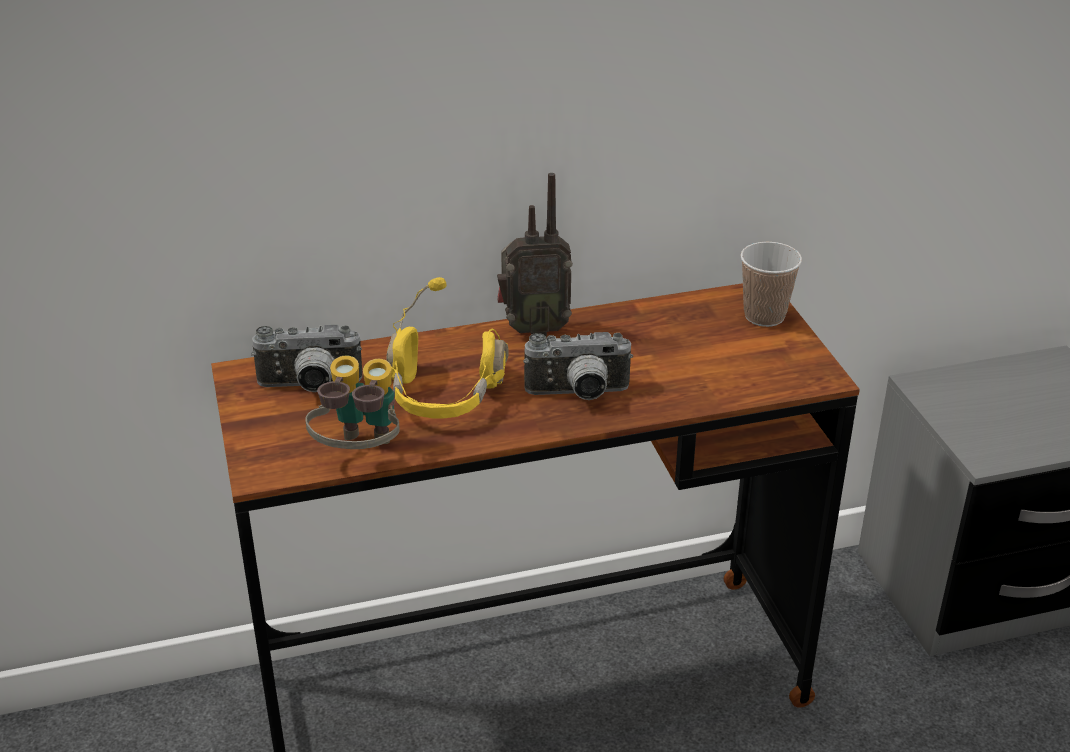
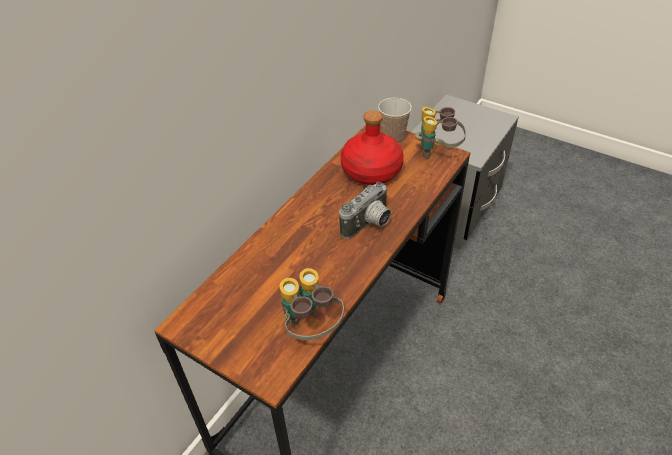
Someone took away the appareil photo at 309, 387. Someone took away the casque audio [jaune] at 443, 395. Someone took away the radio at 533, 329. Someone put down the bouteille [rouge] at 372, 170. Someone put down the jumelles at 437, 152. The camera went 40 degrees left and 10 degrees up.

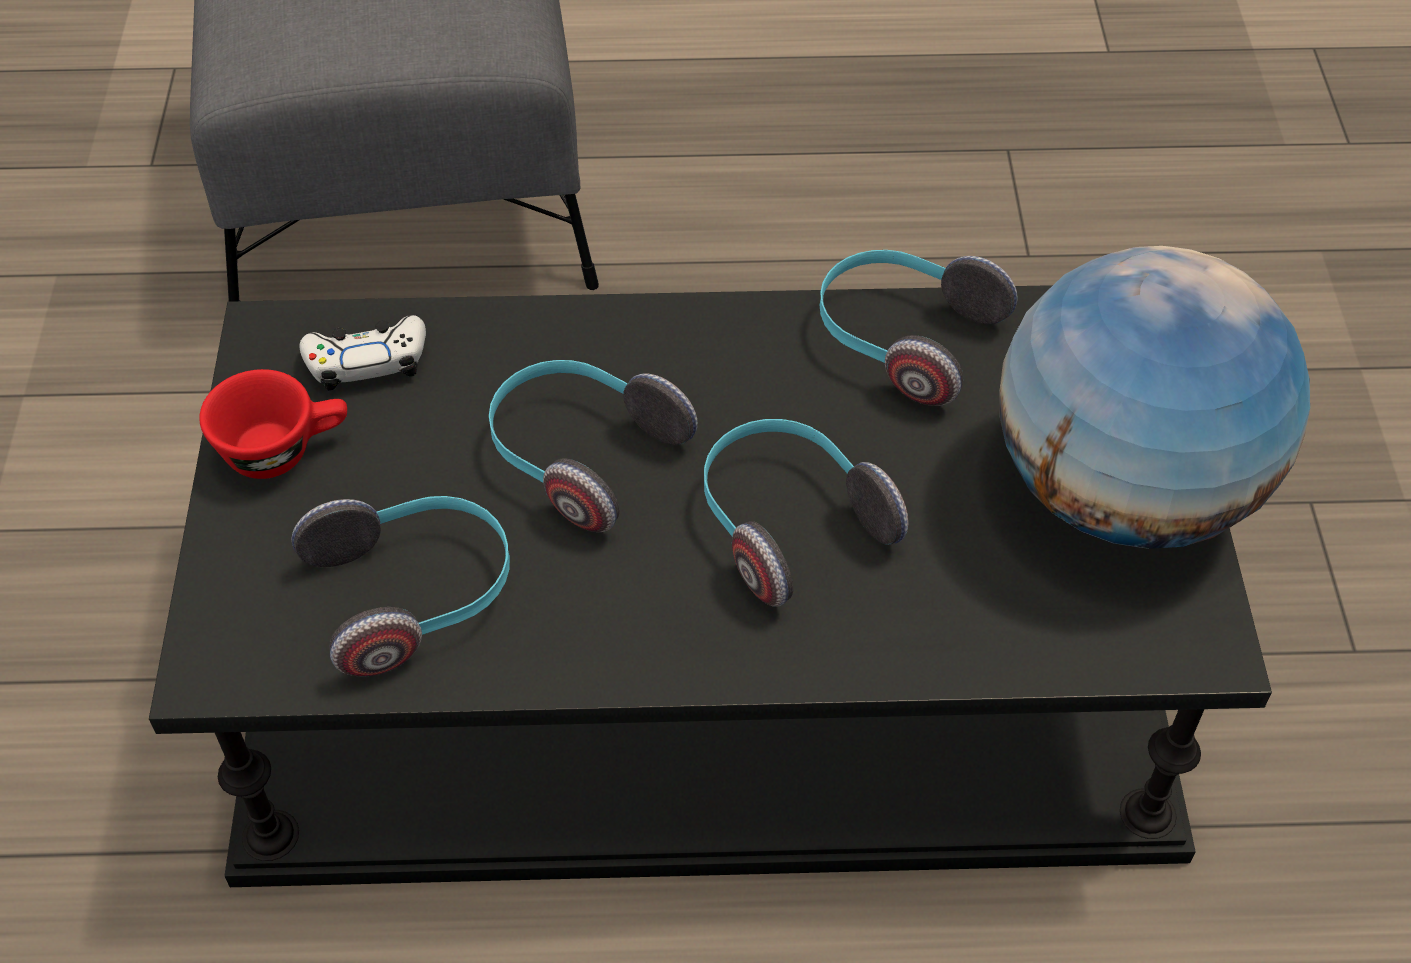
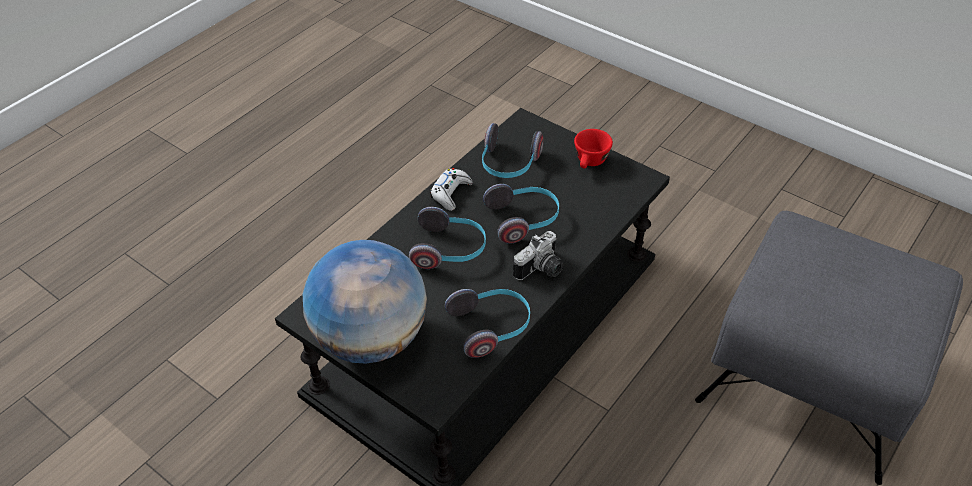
Someone carried the manette [blanc] from 367, 361 to 450, 193. Someone put down the appareil photo at 542, 270. The camera went 130 degrees right and 5 degrees down.

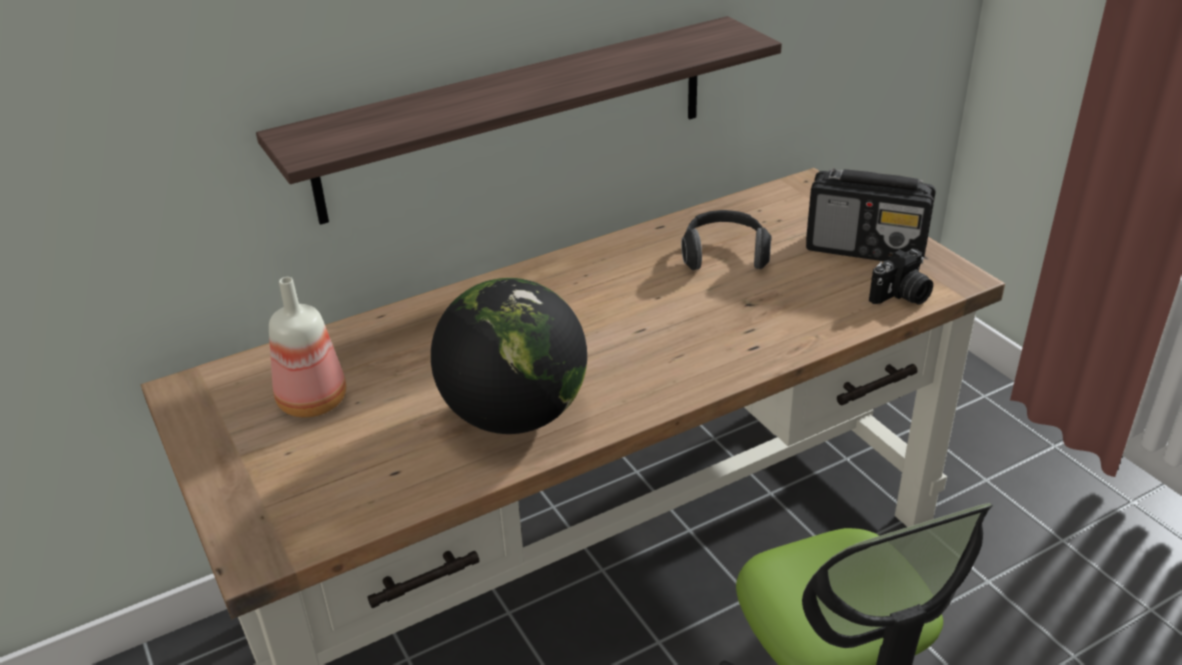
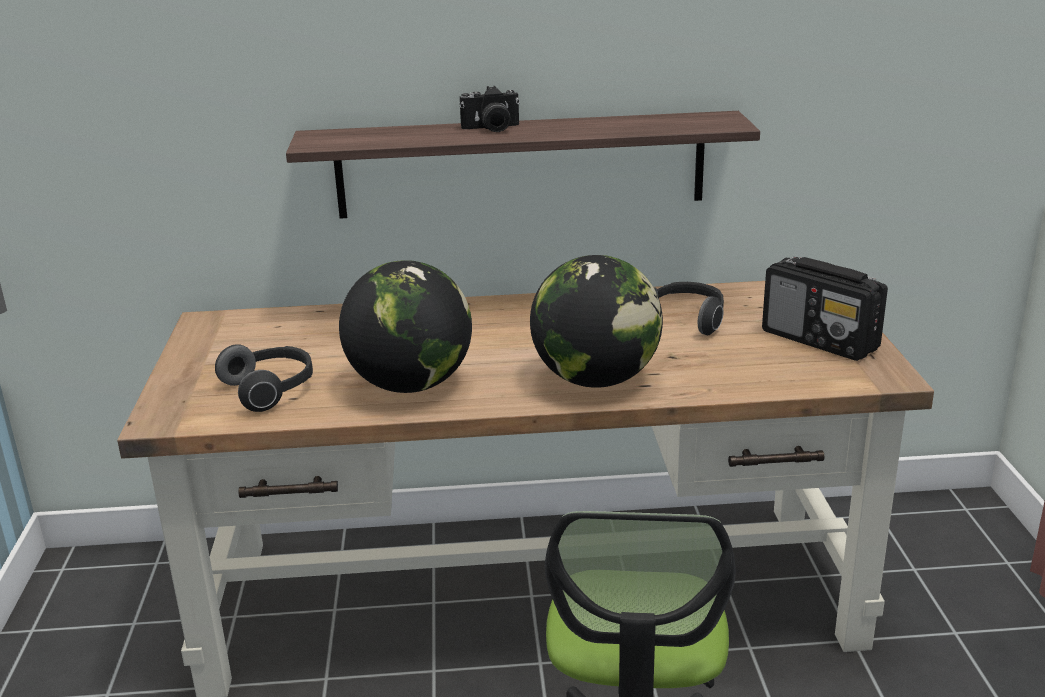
Someone took away the bouteille at 314, 403. Someone carried the appareil photo from 901, 296 to 491, 129. Someone put down the casque audio at 271, 390. Someone put down the globe at 596, 380. The camera went 25 degrees right and 10 degrees down.

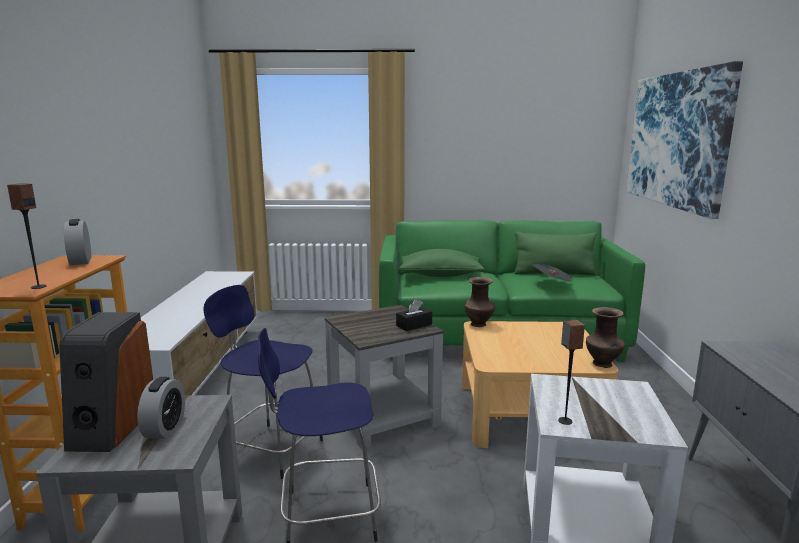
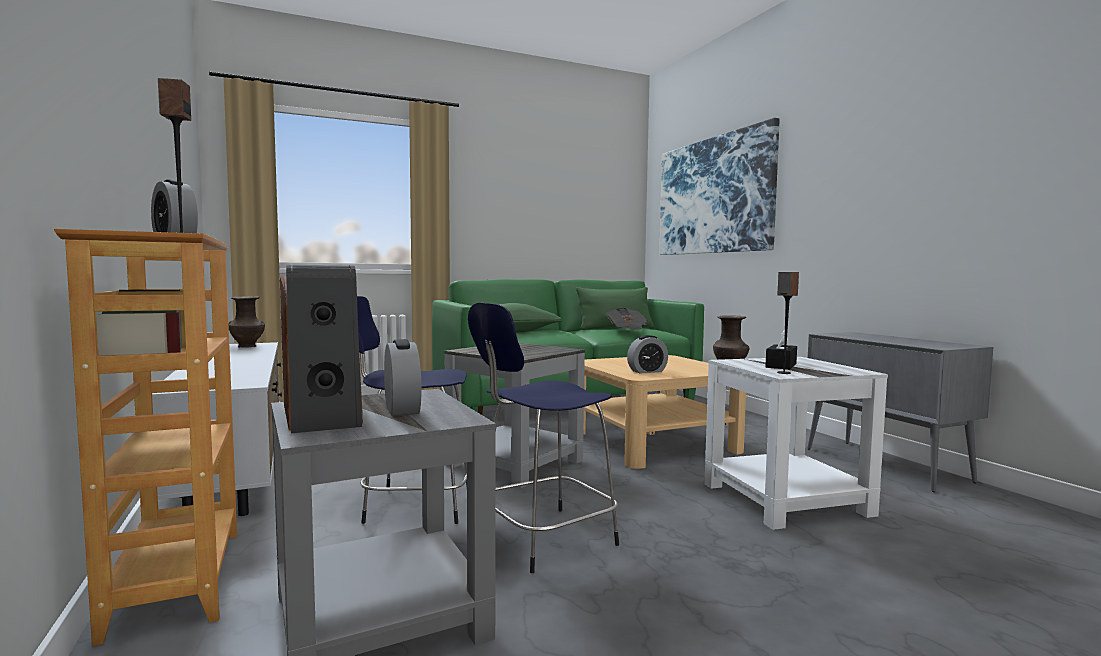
Someone carried the boîte à mouchoirs [noir] from 414, 325 to 781, 365. Someone carried the vase [marron] from 479, 324 to 248, 346. Someone put down the réveil at 647, 371. The camera went 25 degrees left and 10 degrees down.

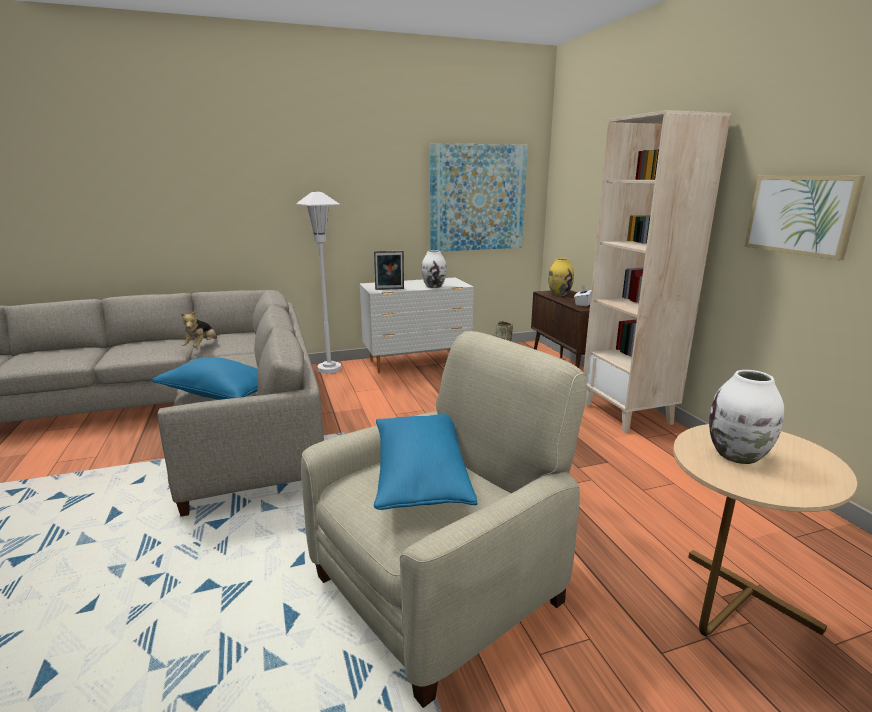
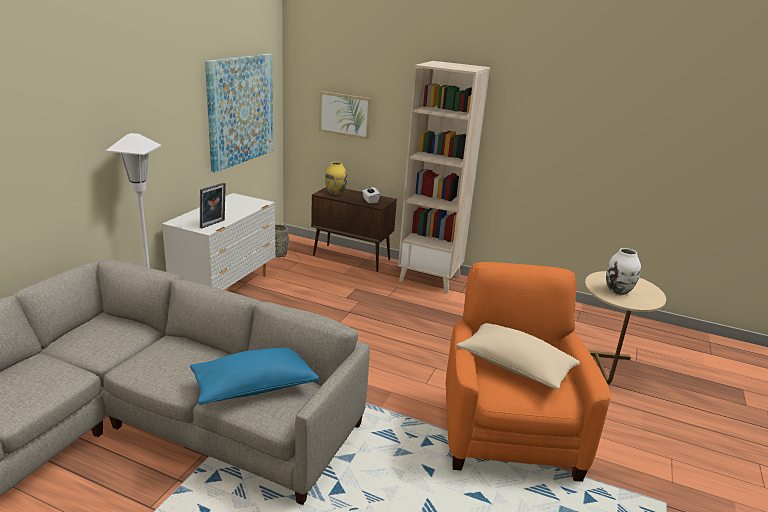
Someone took away the peluche at 202, 346. Someone repainted the fauteuil [beige] at 441, 588, which became the fauteuil [orange] at 509, 432. Someone repainted the coussin [bleu] at 420, 477, which became the coussin [beige] at 514, 367. Someone took away the vase [blanc] at 434, 286. Someone carried the tableau from 800, 215 to 345, 114. The camera went 50 degrees left and 5 degrees up.

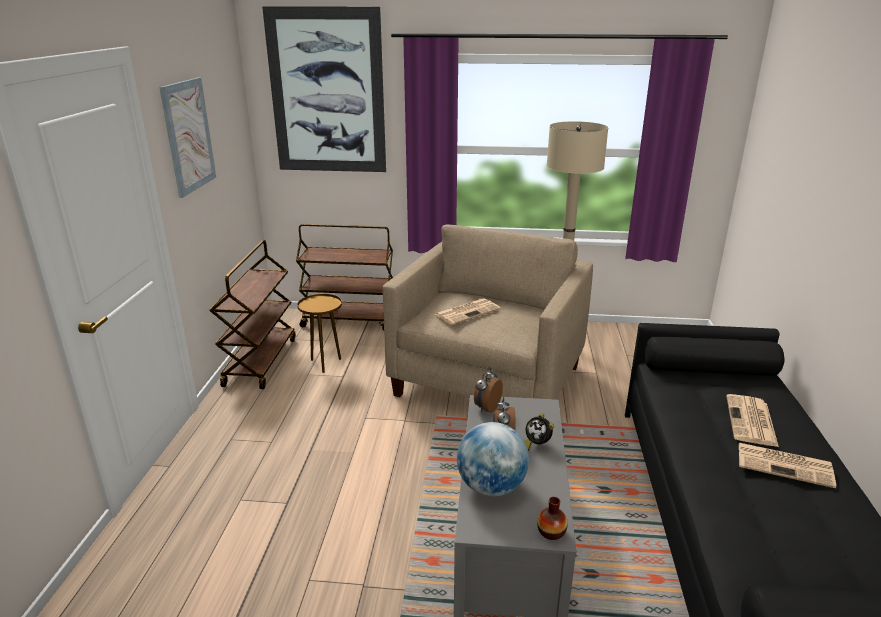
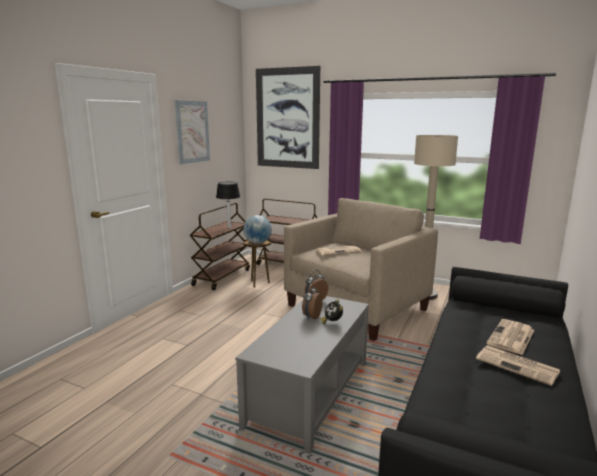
Someone carried the globe from 491, 487 to 257, 243. Someone took away the vase at 551, 532. Someone put down the lampe de table at 229, 227. The camera went 20 degrees right and 10 degrees down.

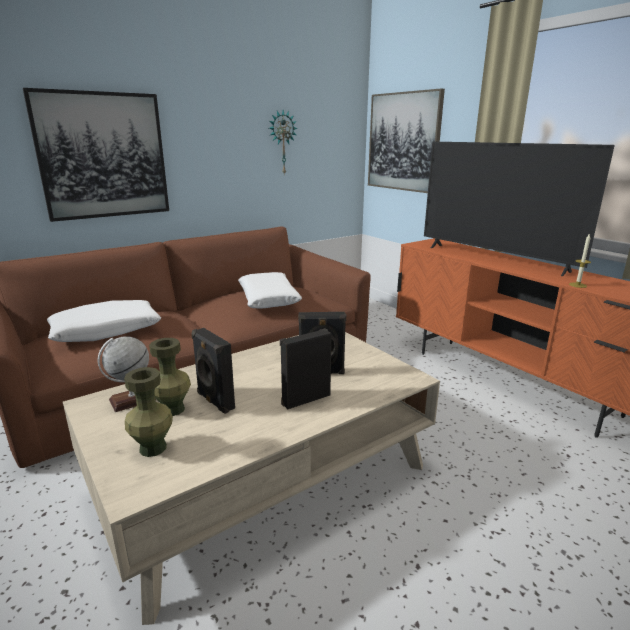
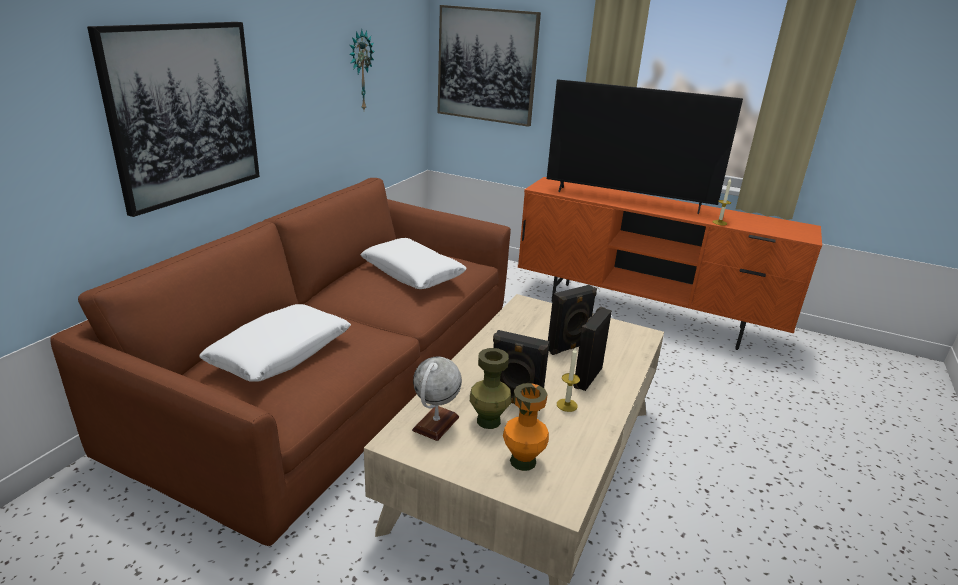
Someone repainted the vase [vert] at 152, 448, which became the vase [orange] at 522, 461. Someone put down the bougie at 567, 405. The camera went 30 degrees left and 5 degrees up.

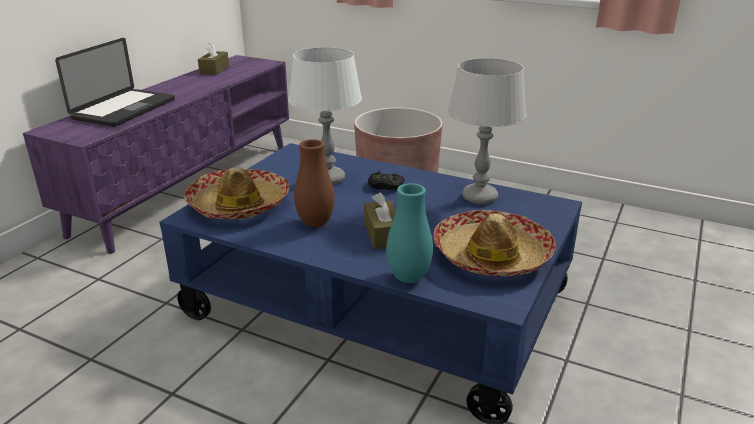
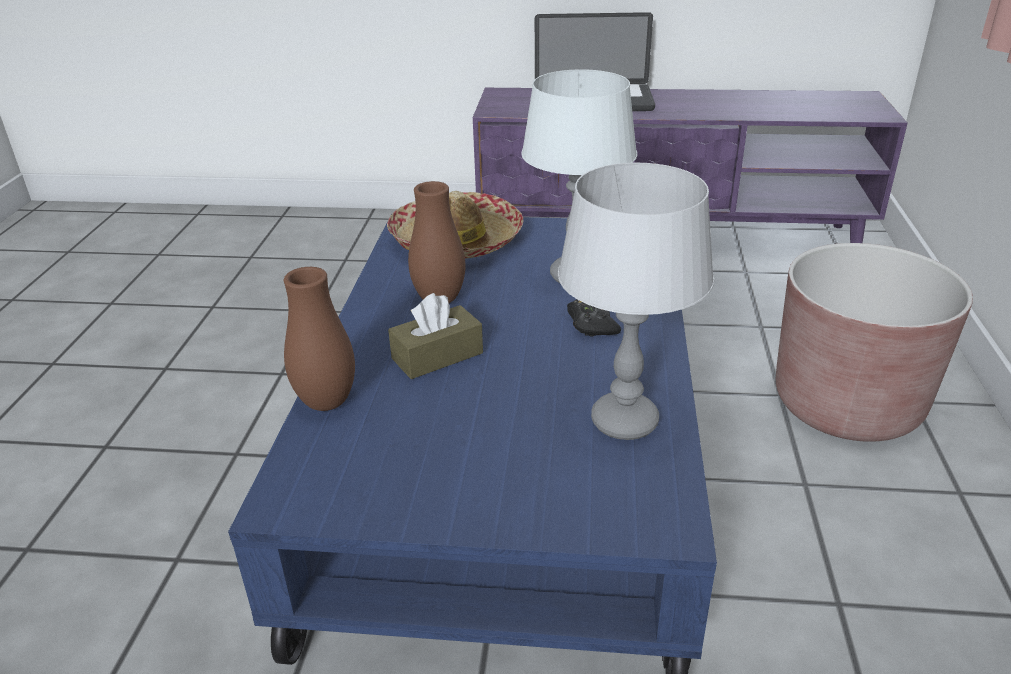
Someone took away the boîte à mouchoirs [marron] at 214, 69. Someone repainted the vase [turquoise] at 408, 278, which became the vase [marron] at 327, 402. Someone took away the chapeau at 491, 255. The camera went 70 degrees right and 5 degrees up.

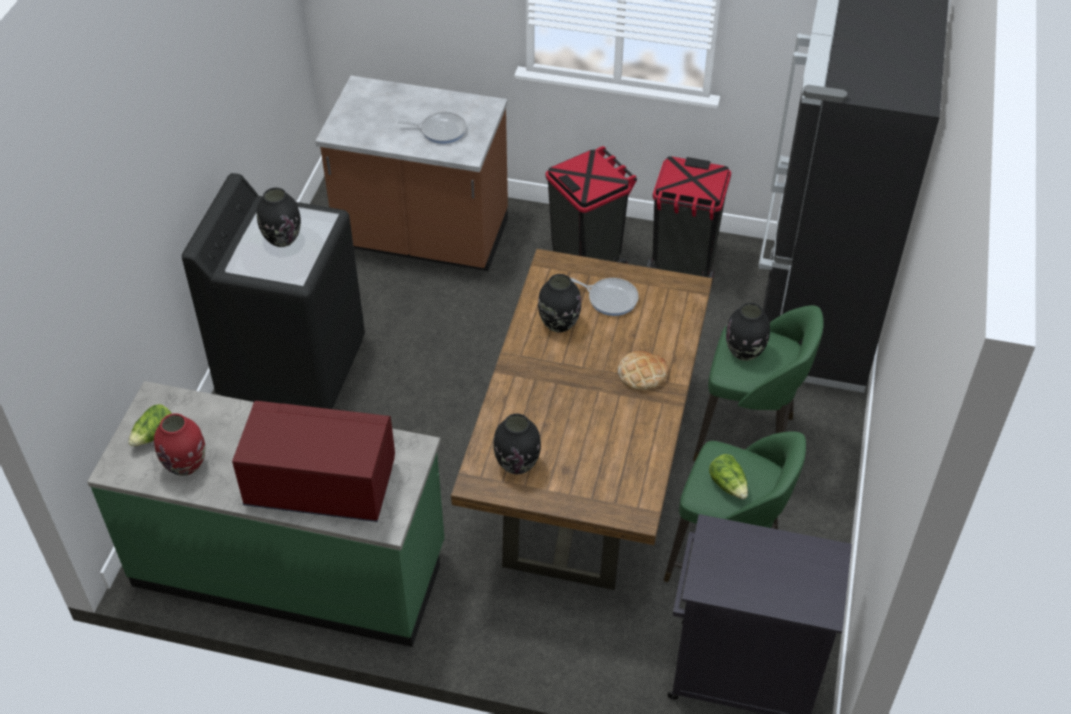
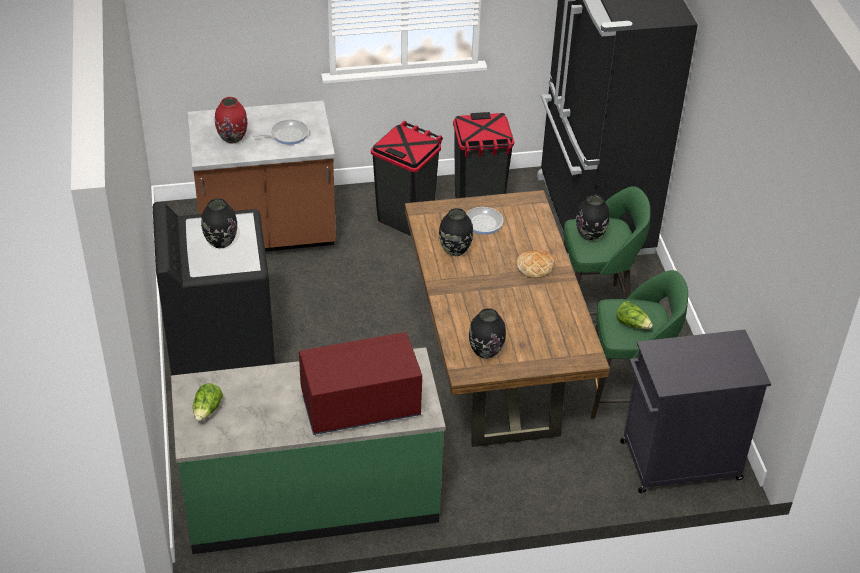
Someone carried the vase [rouge] from 186, 465 to 232, 138. The camera went 25 degrees left and 5 degrees down.

